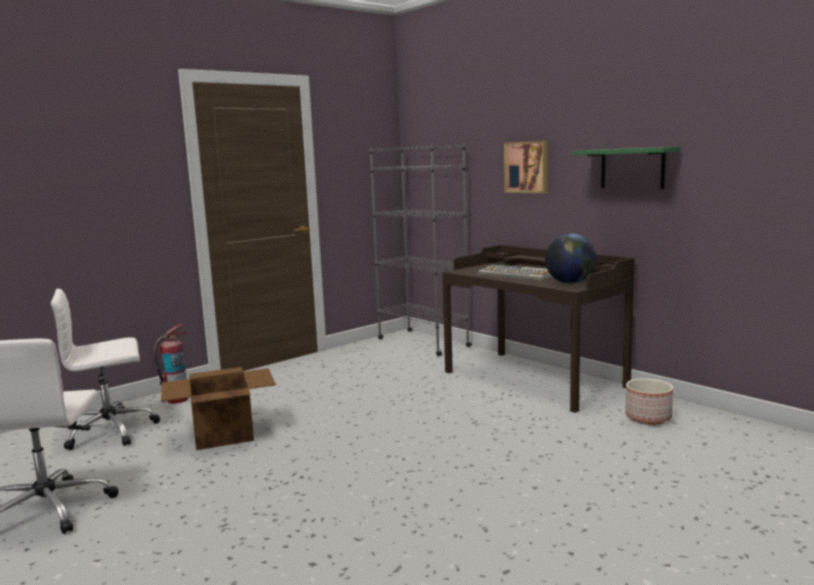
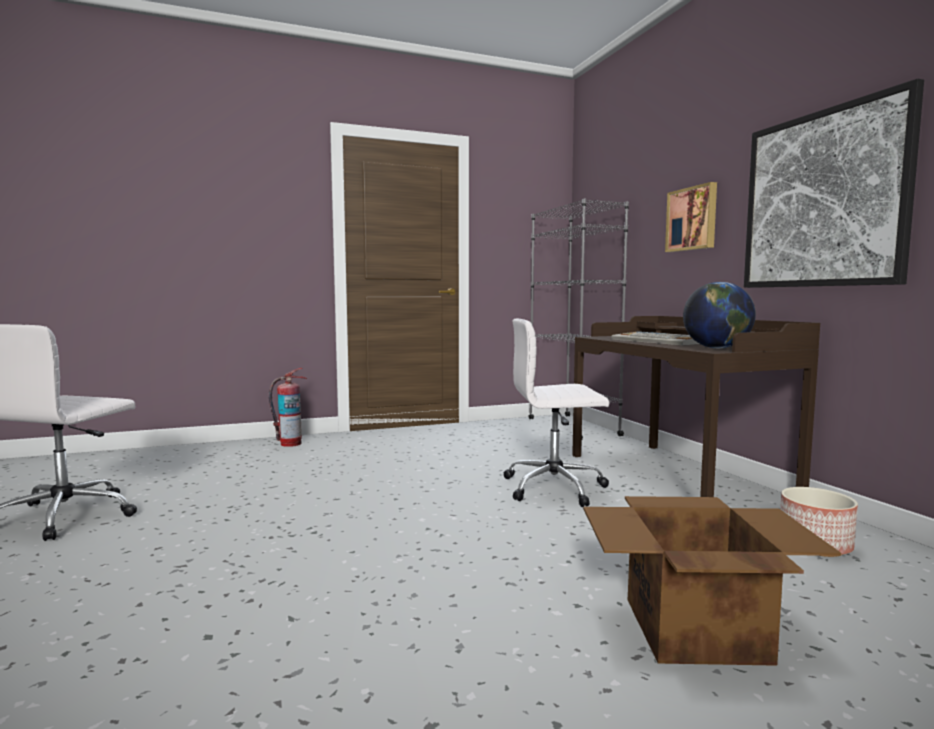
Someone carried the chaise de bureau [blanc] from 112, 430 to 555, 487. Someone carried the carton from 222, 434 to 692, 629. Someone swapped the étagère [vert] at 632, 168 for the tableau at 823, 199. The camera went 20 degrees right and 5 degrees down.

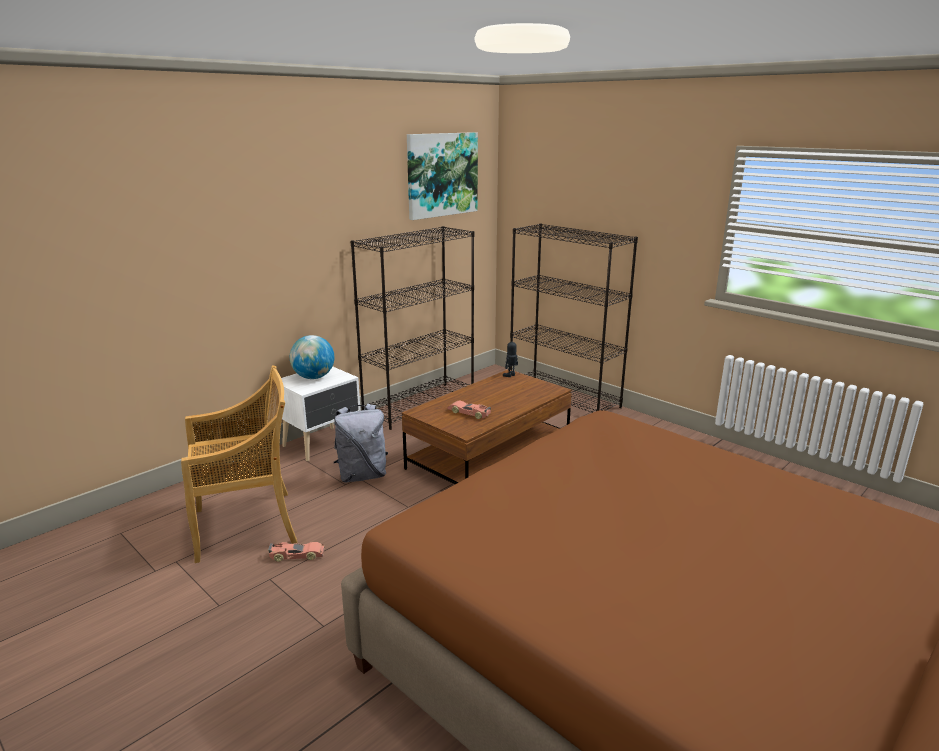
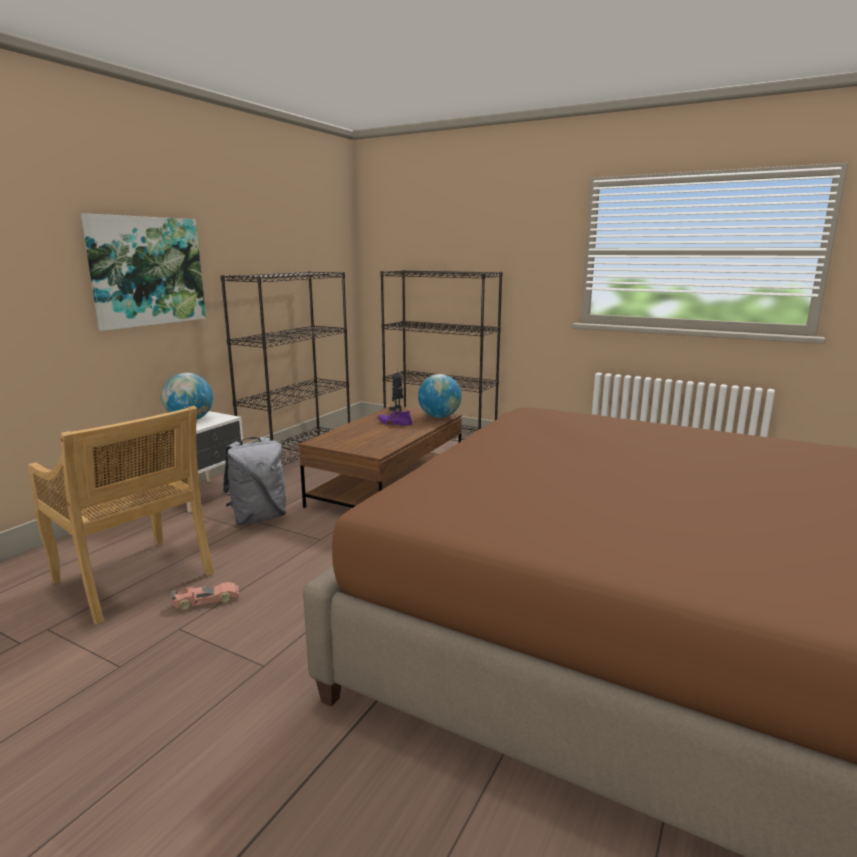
Someone rotated the chaise [beige] at 248, 525 by 75 degrees clockwise. Someone carried the tableau from 442, 174 to 147, 271. Someone took away the petite voiture at 469, 413. Someone put down the chaussure [violet] at 394, 423. Someone put down the globe at 439, 417. The camera went 15 degrees left and 5 degrees down.

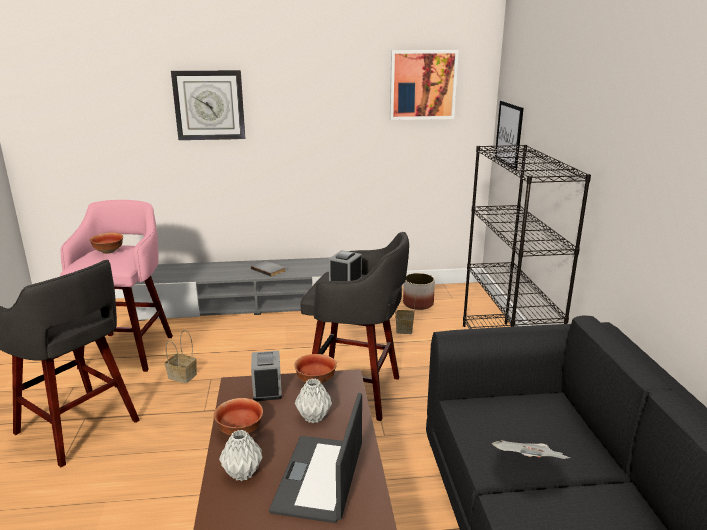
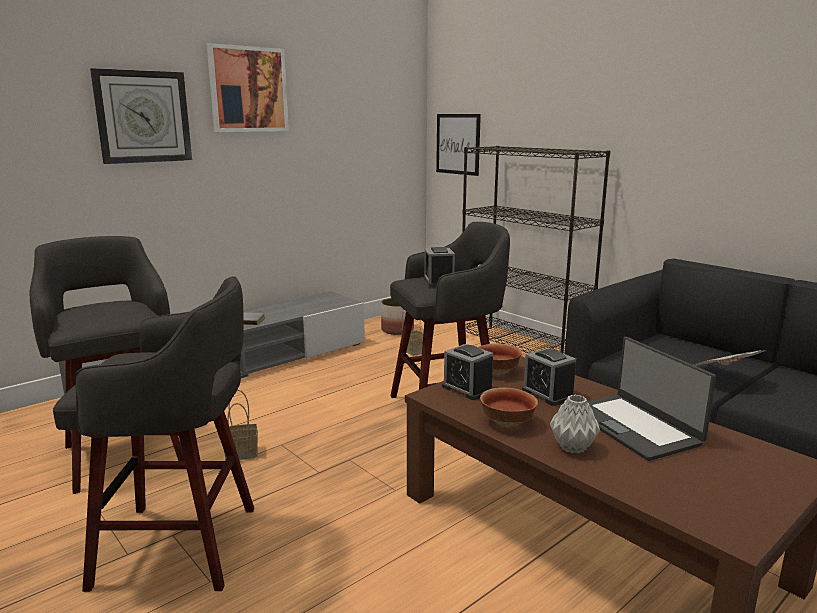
Someone repainted the tabouret [rose] at 129, 350, which became the tabouret [gris] at 124, 452. Someone took away the bol at 109, 251. Someone swapped the vase [gris] at 313, 418 for the réveil at 548, 394. Someone carried the tableau from 422, 85 to 248, 89. The camera went 35 degrees left and 5 degrees down.

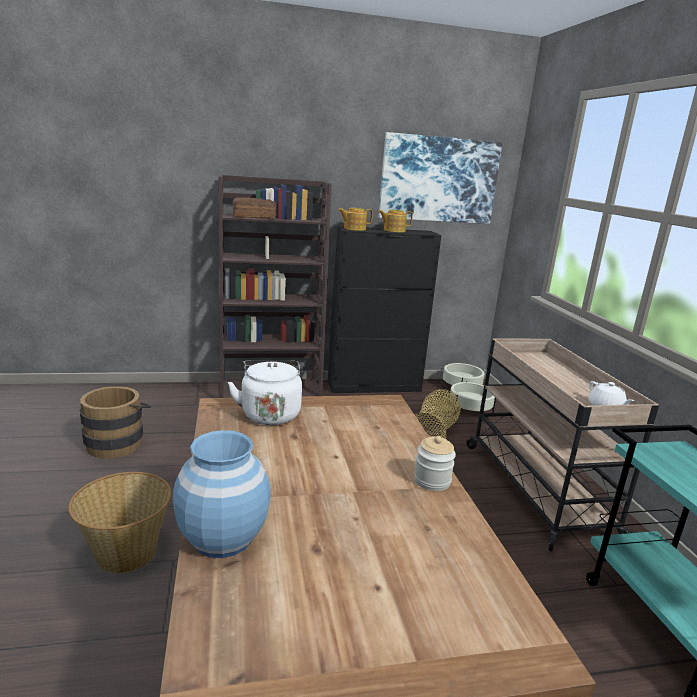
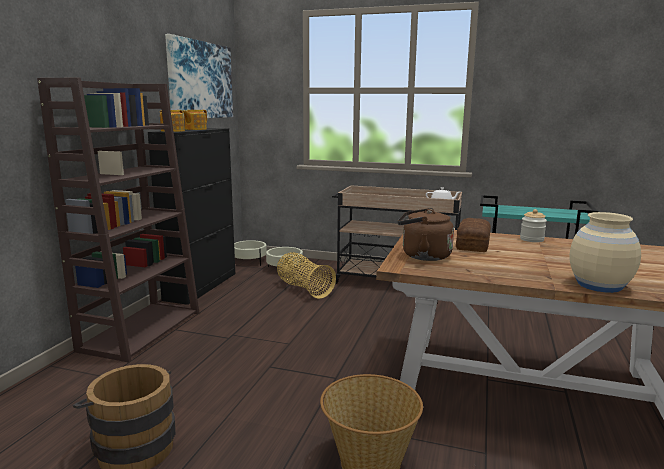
Someone repainted the vase [bleu] at 223, 537, which became the vase [beige] at 599, 285. Someone repainted the bouilloire [blanc] at 270, 413, which became the bouilloire [marron] at 422, 256. Someone carried the pain from 254, 216 to 471, 244. The camera went 60 degrees left and 5 degrees down.

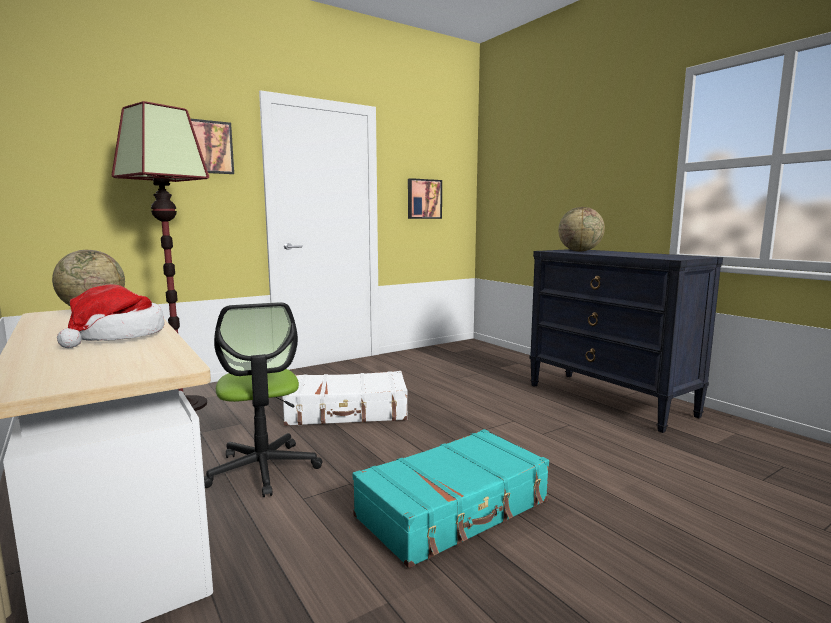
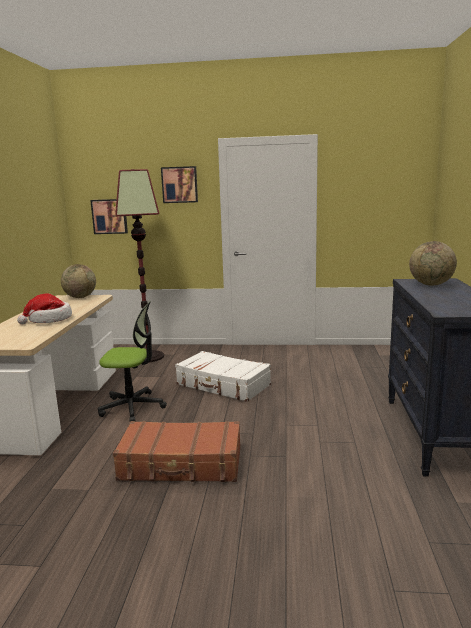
Someone rotated the chaise de bureau at 263, 469 by 105 degrees counterclockwise. Someone repainted the valise [turquoise] at 454, 509, which became the valise [marron] at 181, 464. Someone carried the tableau from 423, 199 to 110, 216. The camera went 40 degrees right and 5 degrees up.

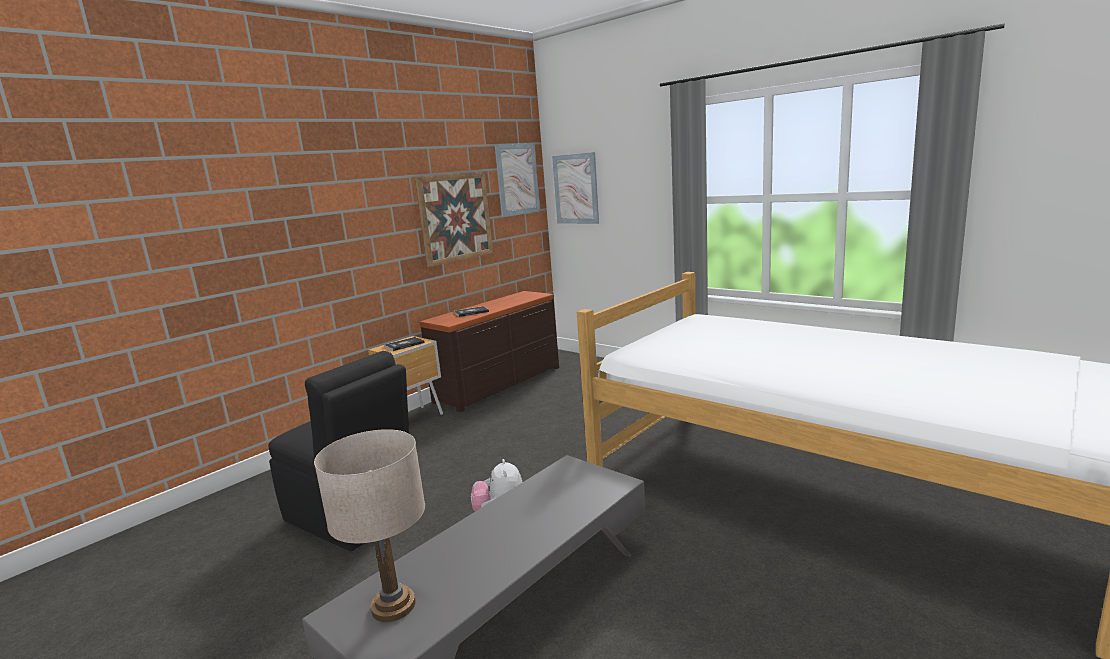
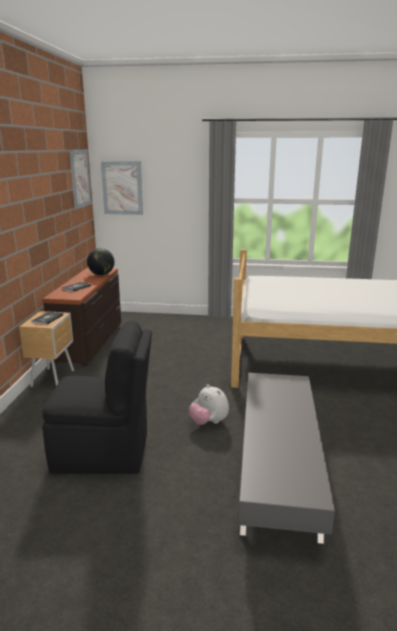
Someone took away the lampe de table [beige] at 393, 606. Someone took away the tableau at 455, 217. Someone put down the globe at 101, 274. The camera went 35 degrees left and 5 degrees up.

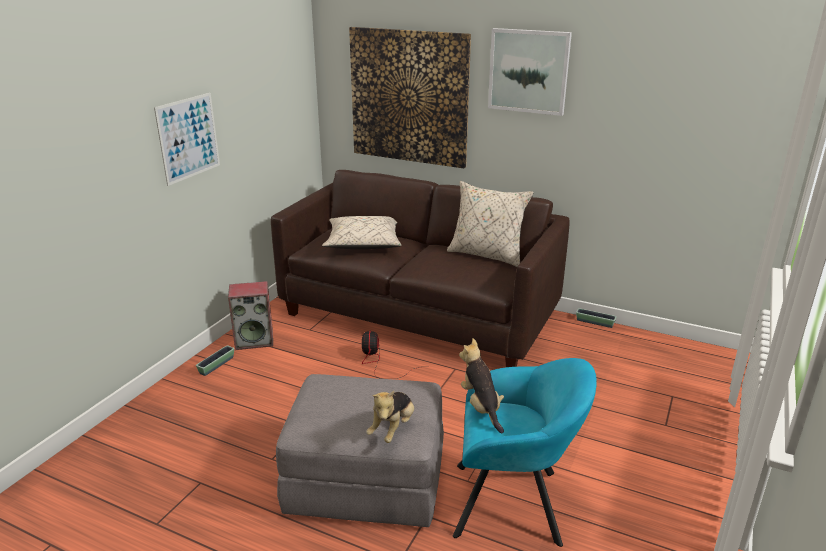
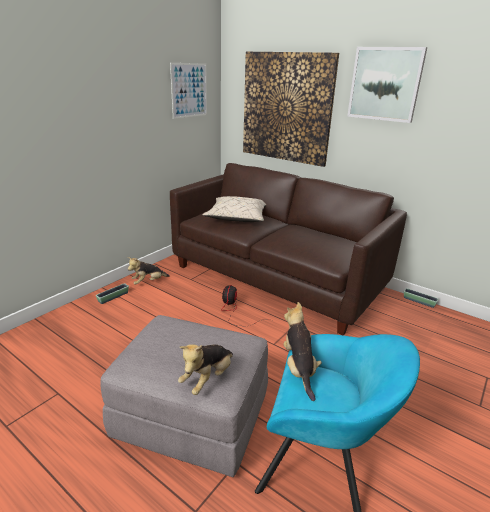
Someone carried the tableau from 188, 138 to 189, 90. Someone swapped the enceinte at 255, 340 for the peluche at 148, 282. Someone took away the coussin [beige] at 487, 255. The camera went 10 degrees right and 0 degrees up.

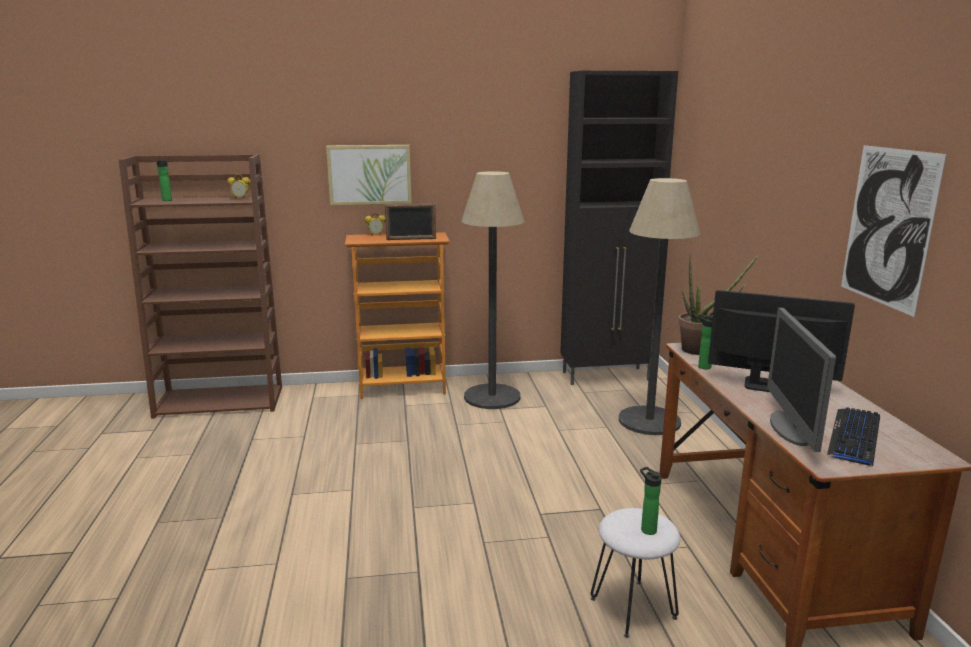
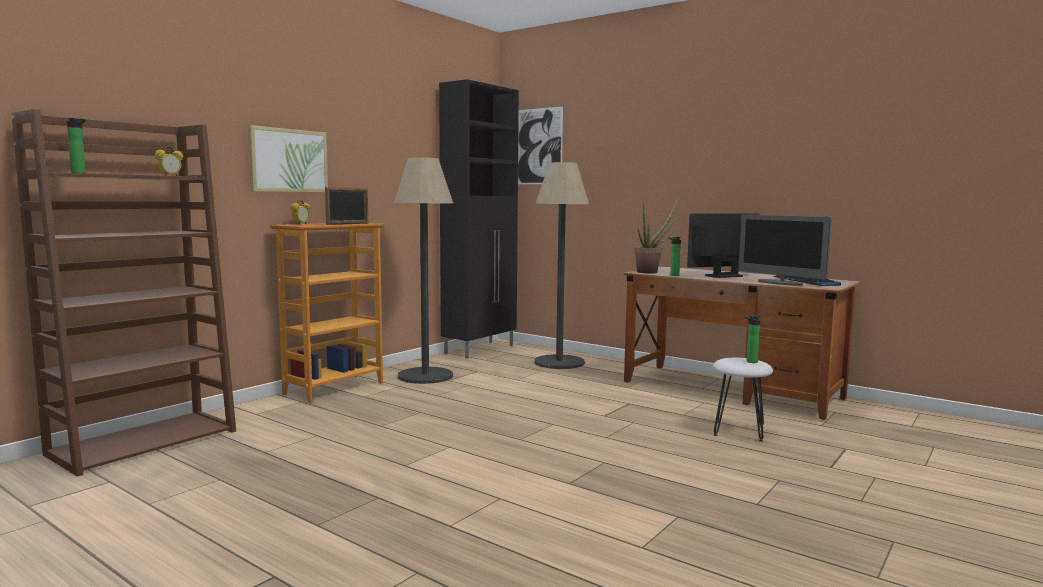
Someone carried the tableau from 888, 227 to 539, 146. The camera went 45 degrees left and 10 degrees down.

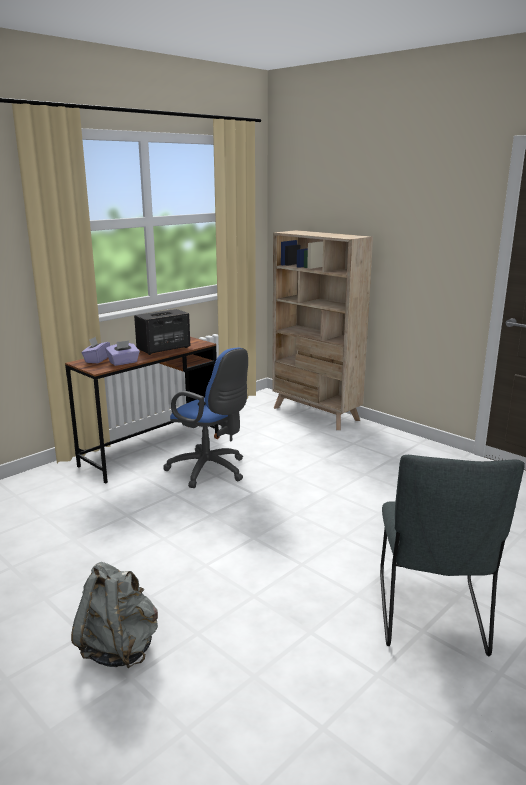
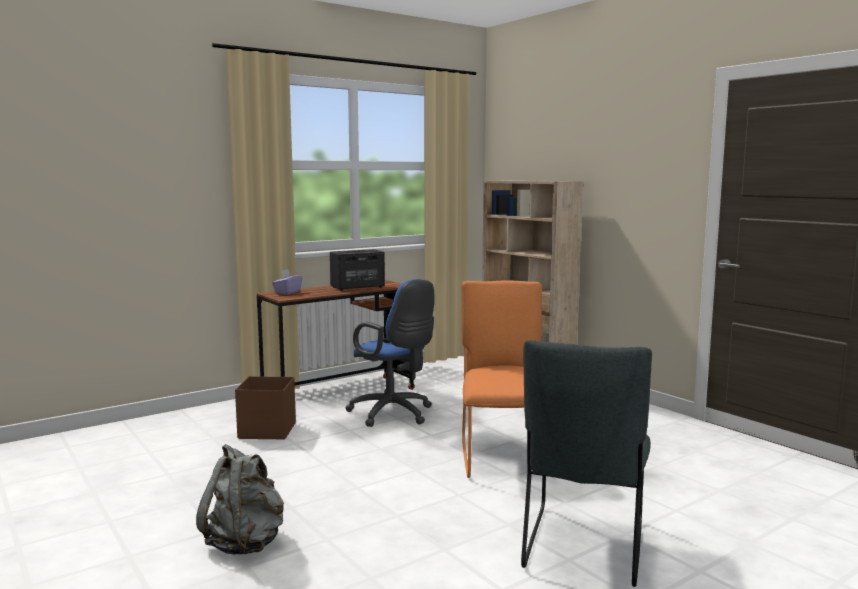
Someone took away the boîte à mouchoirs [violet] at 123, 362. Someone put down the boîte de rangement [marron] at 266, 431. Someone put down the chaise [orange] at 504, 456. The camera went 10 degrees right and 10 degrees down.

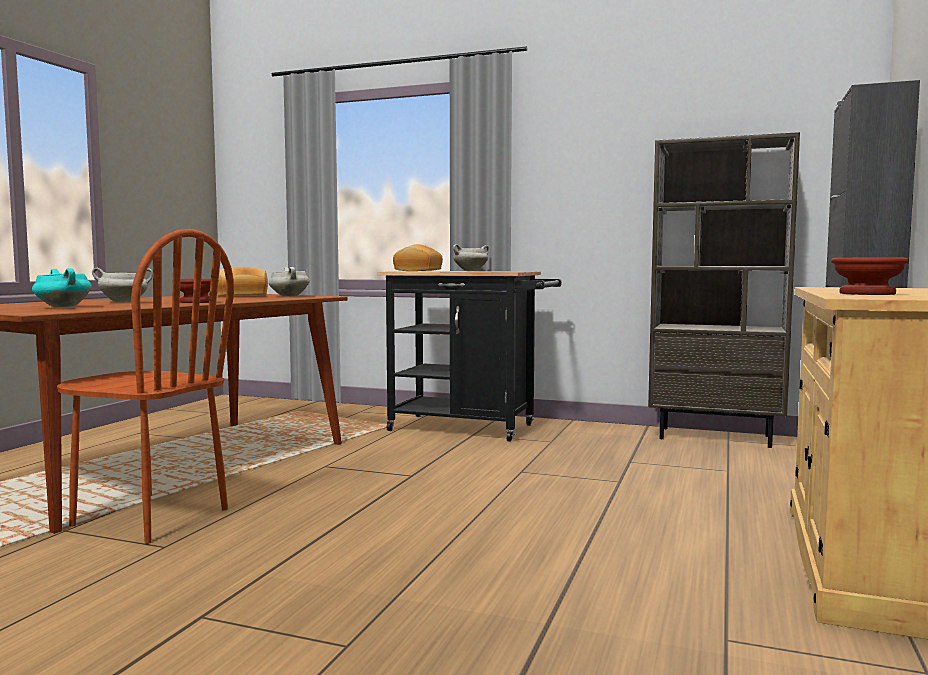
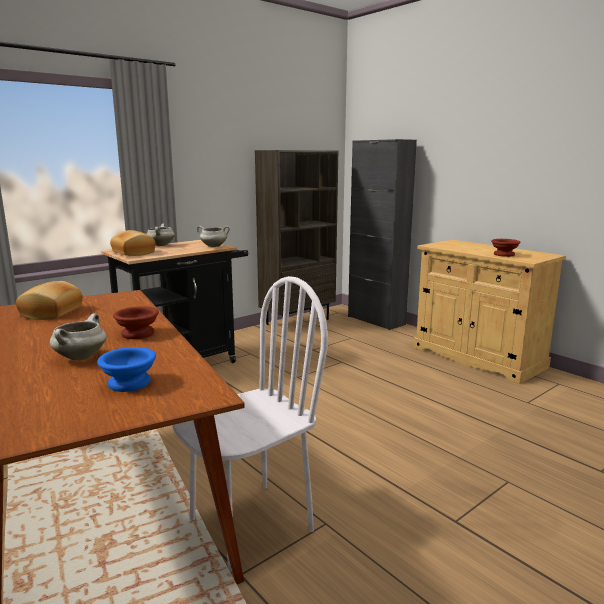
Someone swapped the marmite [turquoise] at 62, 307 for the bol [bleu] at 128, 384. Someone repainted the chaise [marron] at 150, 517, which became the chaise [blanc] at 250, 524. Someone carried the marmite [blanc] from 288, 296 to 213, 246. The camera went 60 degrees left and 10 degrees up.

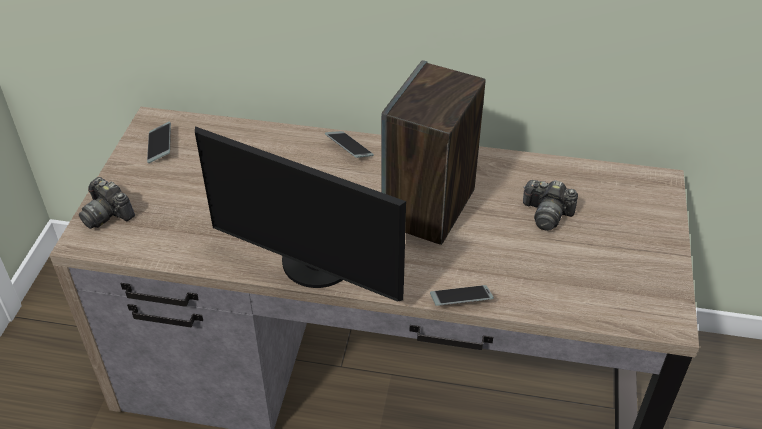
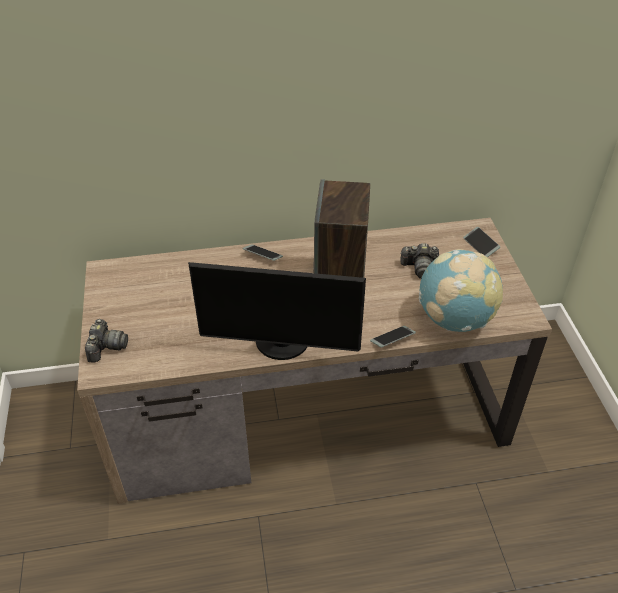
Someone rotated the appareil photo at 107, 214 by 105 degrees counterclockwise. Someone carried the téléphone from 160, 146 to 480, 245. Someone put down the globe at 454, 319. The camera went 20 degrees left and 0 degrees up.

